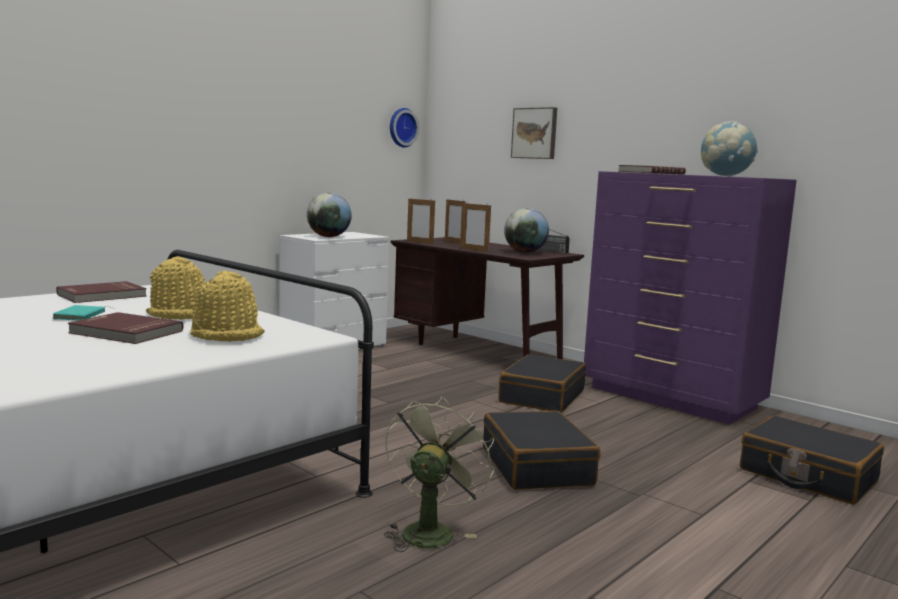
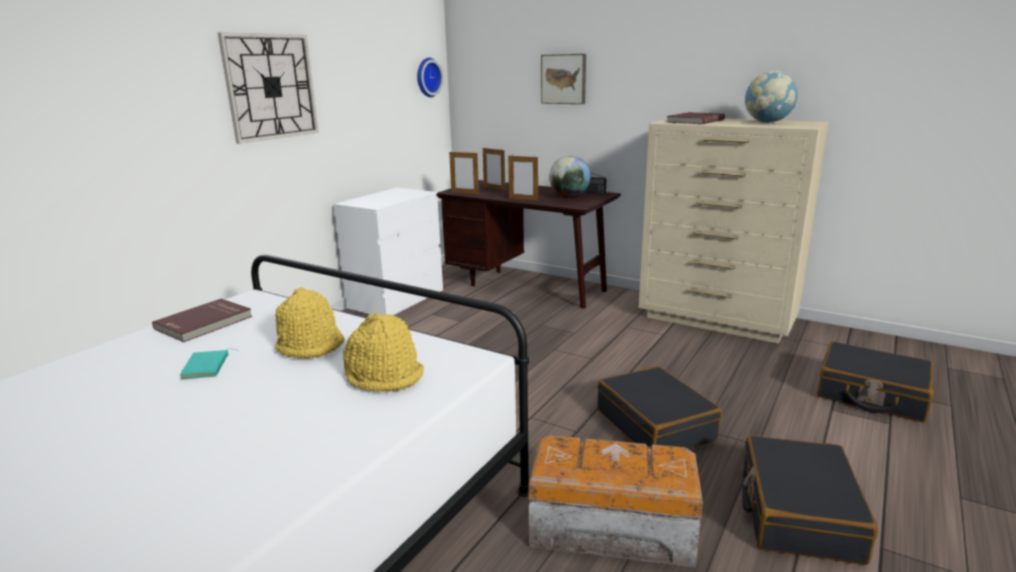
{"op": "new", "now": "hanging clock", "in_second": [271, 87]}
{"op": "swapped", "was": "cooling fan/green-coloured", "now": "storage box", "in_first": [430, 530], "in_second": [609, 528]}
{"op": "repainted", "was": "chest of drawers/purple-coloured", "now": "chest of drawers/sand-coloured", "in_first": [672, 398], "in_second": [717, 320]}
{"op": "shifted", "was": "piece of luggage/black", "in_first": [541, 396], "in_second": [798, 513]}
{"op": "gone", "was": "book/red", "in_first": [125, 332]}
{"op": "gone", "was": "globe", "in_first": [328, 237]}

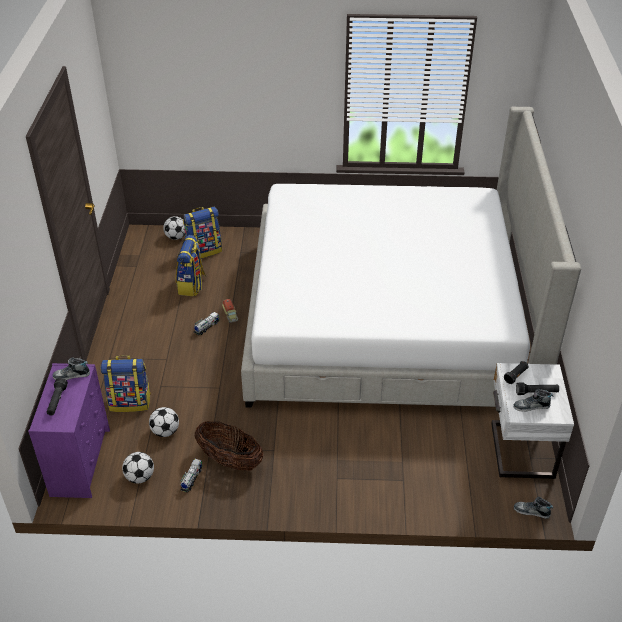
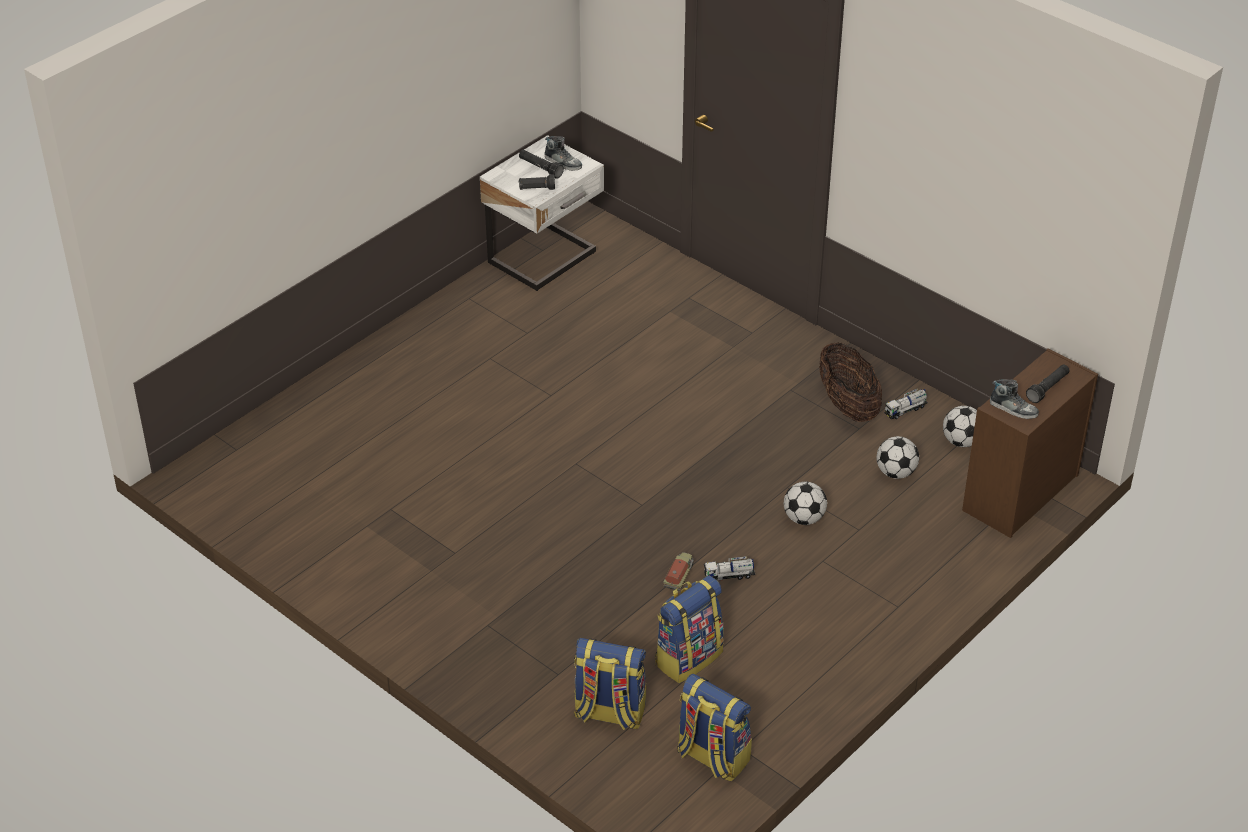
{"op": "shifted", "was": "knapsack", "in_first": [130, 402], "in_second": [712, 757]}
{"op": "shifted", "was": "football ball", "in_first": [176, 237], "in_second": [804, 518]}
{"op": "repainted", "was": "chest of drawers/purple-coloured", "now": "chest of drawers/brownish", "in_first": [80, 461], "in_second": [1019, 494]}
{"op": "gone", "was": "bedroom bed", "in_first": [388, 320]}
{"op": "gone", "was": "low shoe", "in_first": [531, 511]}

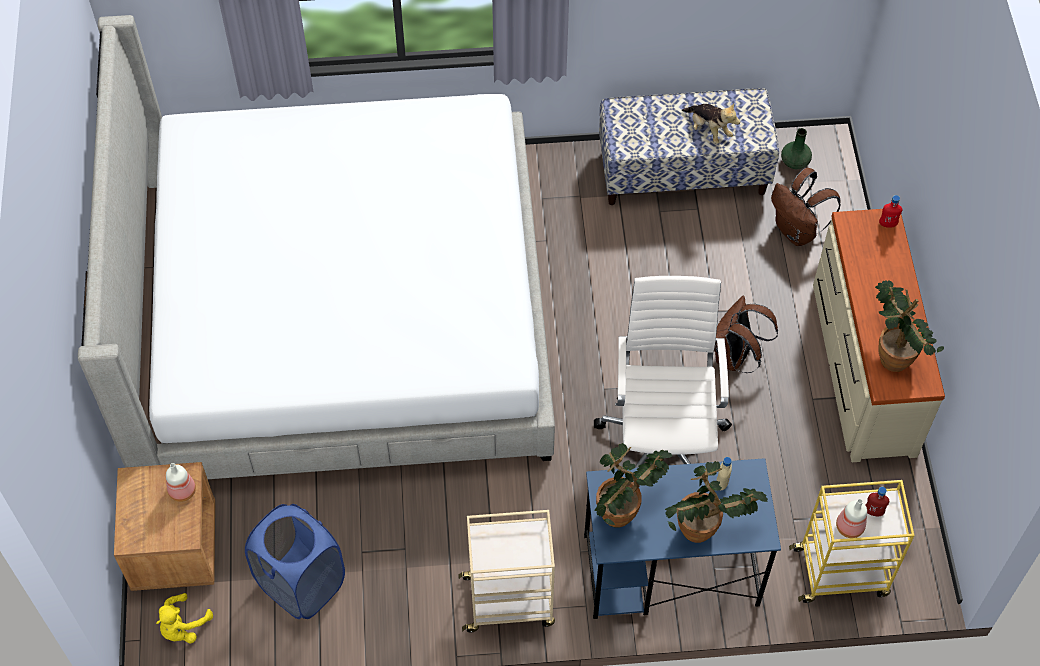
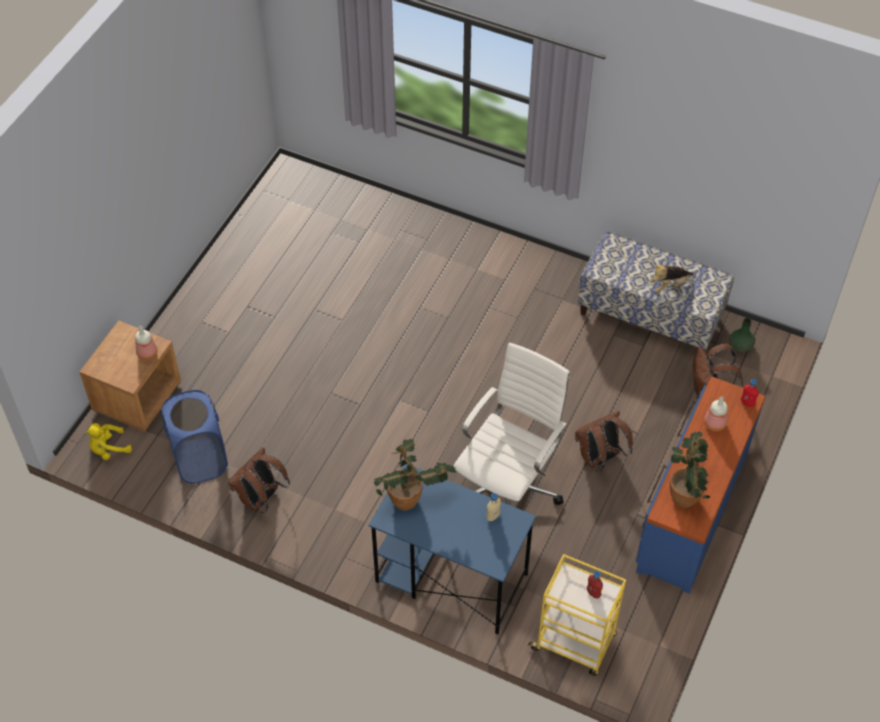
{"op": "new", "now": "knapsack/brownish", "in_second": [261, 499]}
{"op": "repainted", "was": "chest of drawers/sand-coloured", "now": "chest of drawers/blue-coloured", "in_first": [861, 366], "in_second": [690, 510]}
{"op": "rotated", "was": "cuddly toy", "in_first": [708, 130], "in_second": [669, 285], "clockwise": 75}
{"op": "shifted", "was": "drink bottle", "in_first": [848, 526], "in_second": [714, 423]}
{"op": "gone", "was": "bedroom bed", "in_first": [340, 315]}
{"op": "gone", "was": "wheeled cart/sand-coloured", "in_first": [509, 601]}
{"op": "gone", "was": "potted plant", "in_first": [705, 530]}

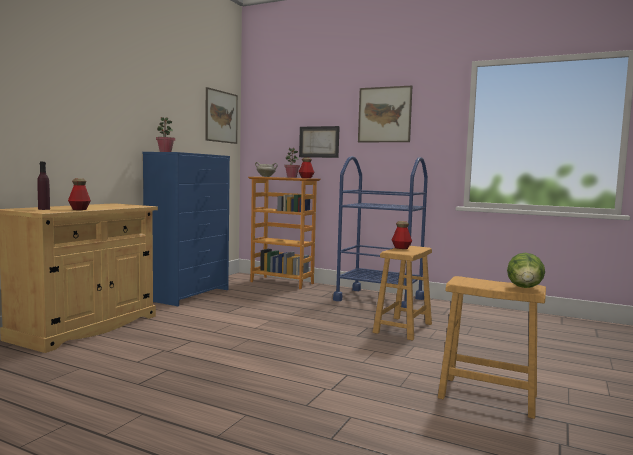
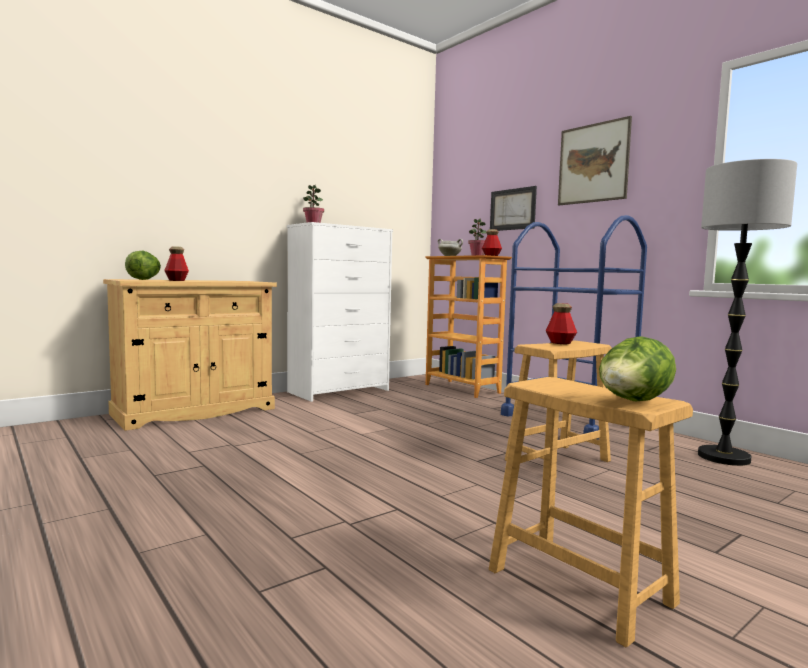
{"op": "swapped", "was": "drink bottle/purple-coloured", "now": "lettuce head", "in_first": [44, 209], "in_second": [144, 279]}
{"op": "repainted", "was": "chest of drawers/blue-coloured", "now": "chest of drawers/whitish", "in_first": [189, 294], "in_second": [339, 391]}
{"op": "new", "now": "standard lamp", "in_second": [724, 457]}
{"op": "gone", "was": "wall art", "in_first": [221, 116]}

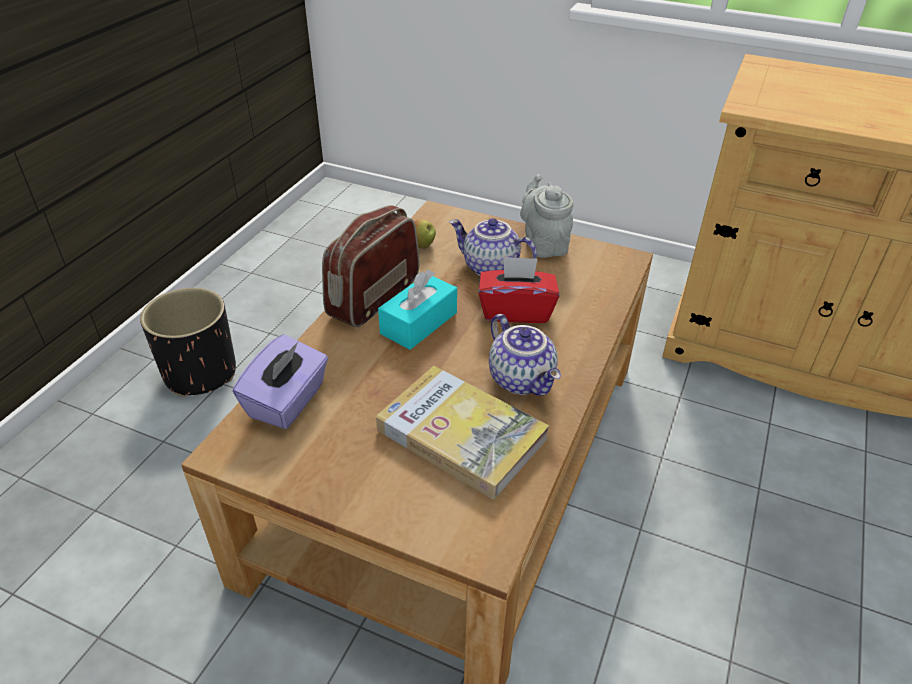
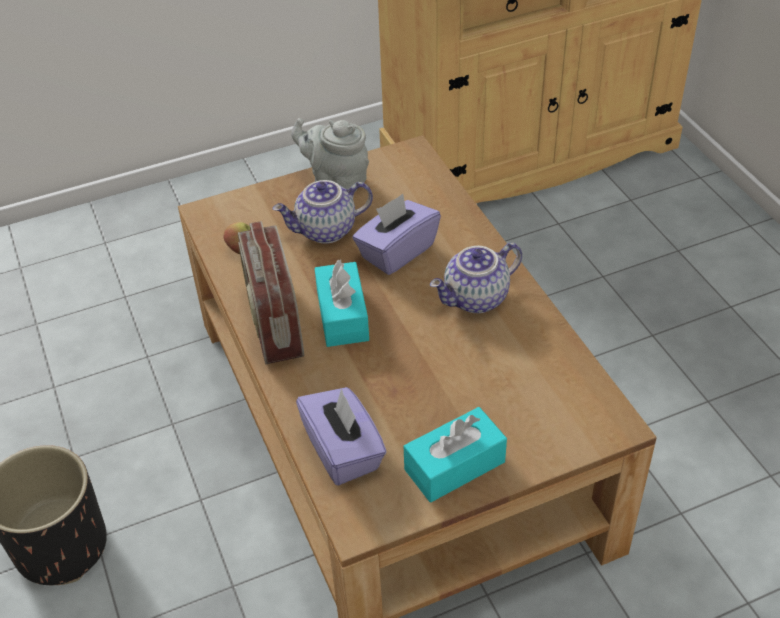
{"op": "repainted", "was": "box of tissues/red", "now": "box of tissues/purple-coloured", "in_first": [516, 311], "in_second": [397, 251]}
{"op": "new", "now": "box of tissues/turquoise-coloured", "in_second": [454, 465]}
{"op": "rotated", "was": "teapot", "in_first": [523, 379], "in_second": [476, 299], "clockwise": 135}
{"op": "gone", "was": "book", "in_first": [461, 434]}

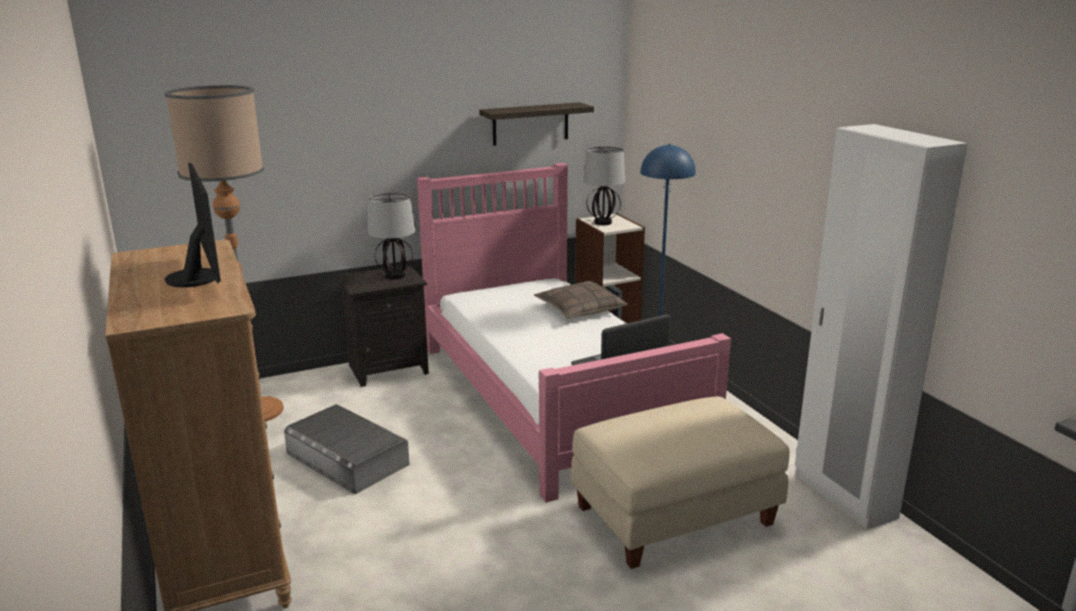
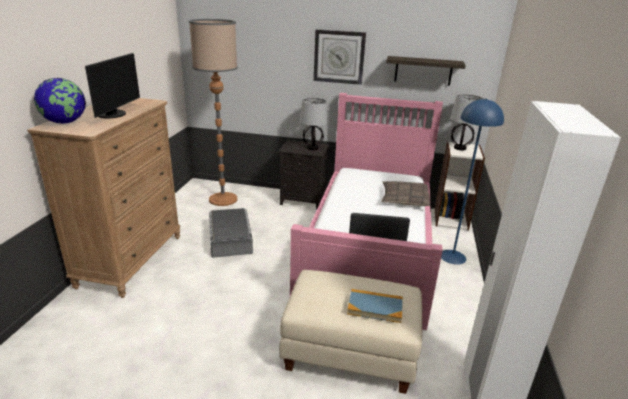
{"op": "new", "now": "globe", "in_second": [65, 122]}
{"op": "new", "now": "hanging clock", "in_second": [339, 57]}
{"op": "new", "now": "book", "in_second": [375, 307]}

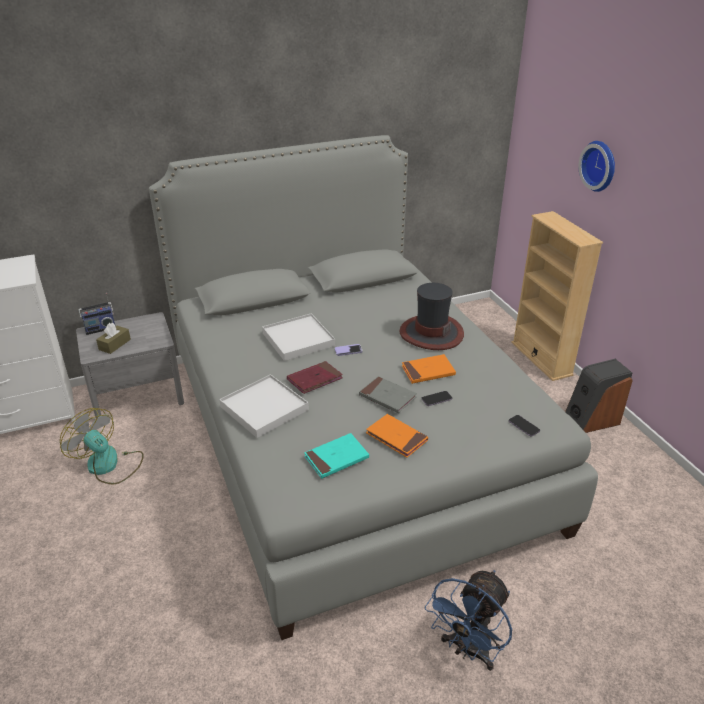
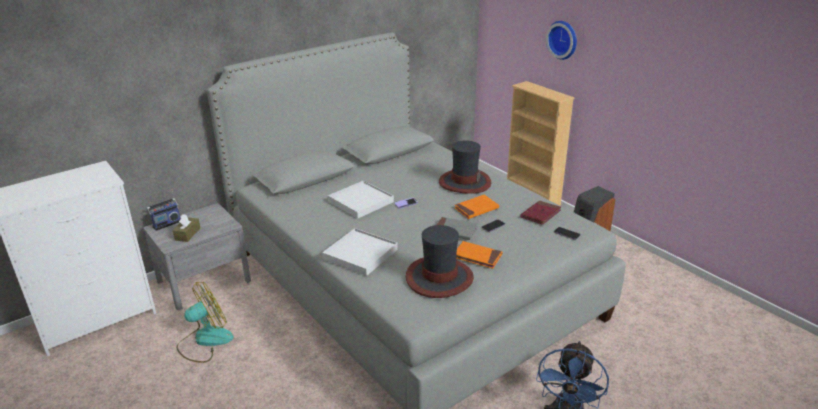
{"op": "rotated", "was": "cooling fan", "in_first": [109, 465], "in_second": [205, 341], "clockwise": 120}
{"op": "swapped", "was": "book/turquoise-coloured", "now": "wearable hat", "in_first": [336, 458], "in_second": [439, 278]}
{"op": "shifted", "was": "book/red", "in_first": [314, 379], "in_second": [540, 214]}

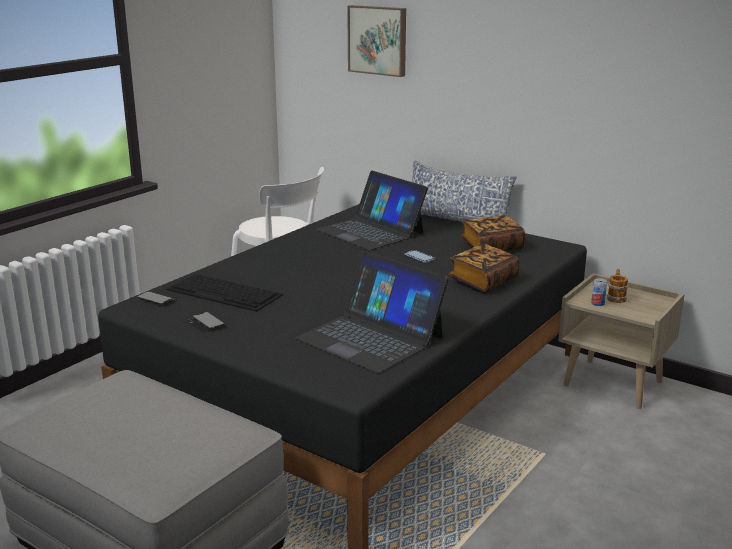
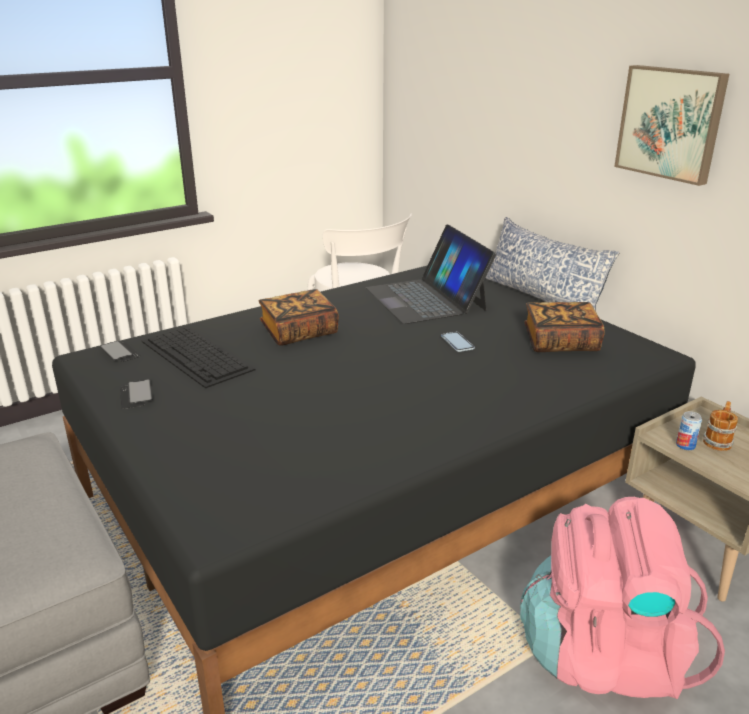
{"op": "shifted", "was": "book", "in_first": [483, 281], "in_second": [299, 332]}
{"op": "new", "now": "knapsack/pink-coloured", "in_second": [604, 655]}
{"op": "shifted", "was": "wall art", "in_first": [378, 40], "in_second": [671, 123]}
{"op": "gone", "was": "laptop", "in_first": [370, 337]}

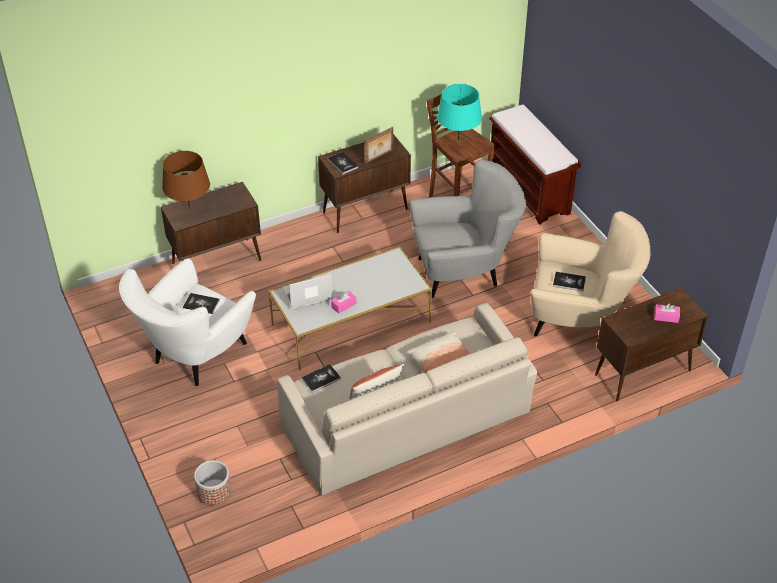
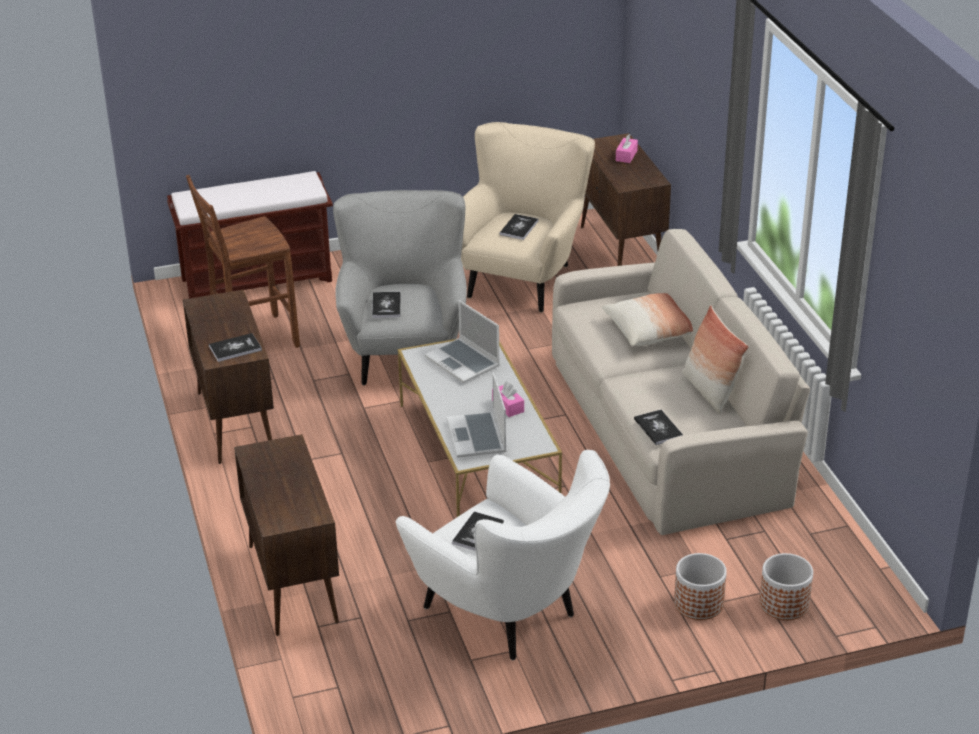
{"op": "new", "now": "book", "in_second": [386, 306]}
{"op": "new", "now": "laptop", "in_second": [464, 362]}
{"op": "new", "now": "flower pot", "in_second": [699, 604]}
{"op": "gone", "was": "table lamp/brownish", "in_first": [190, 209]}
{"op": "gone", "was": "photo frame", "in_first": [379, 157]}
{"op": "gone", "was": "table lamp/turquoise-coloured", "in_first": [458, 140]}

